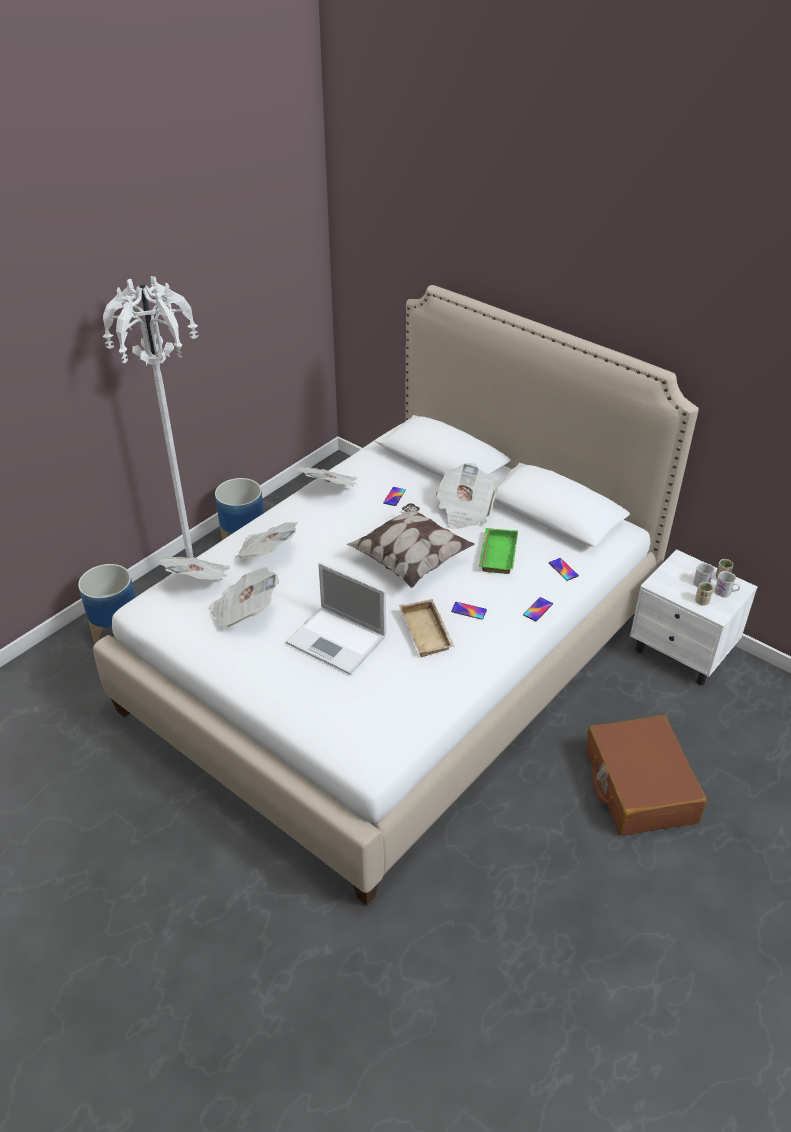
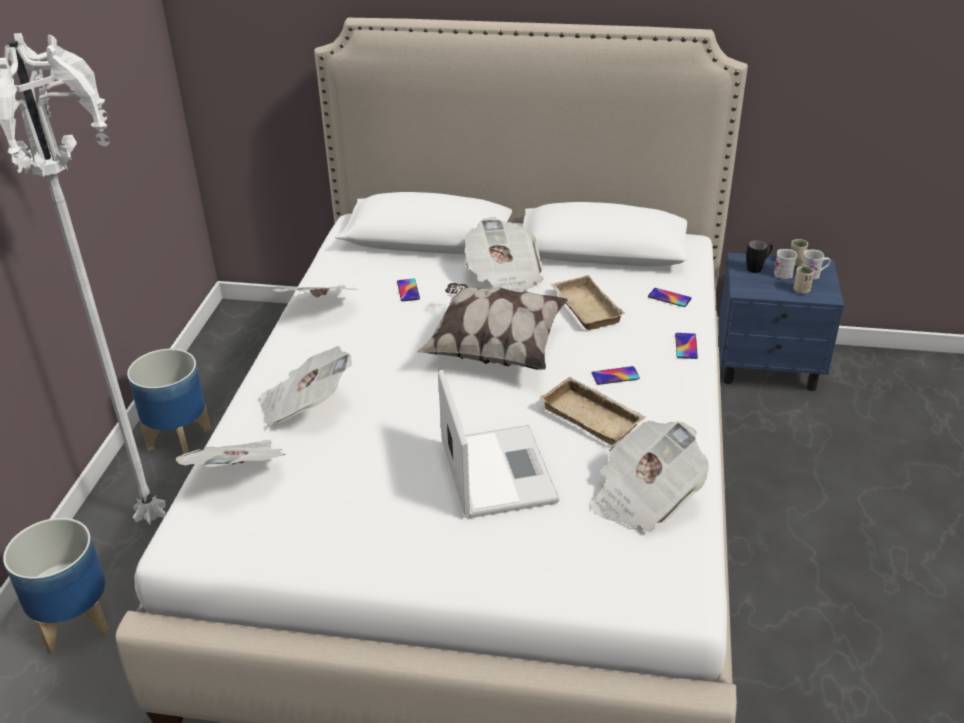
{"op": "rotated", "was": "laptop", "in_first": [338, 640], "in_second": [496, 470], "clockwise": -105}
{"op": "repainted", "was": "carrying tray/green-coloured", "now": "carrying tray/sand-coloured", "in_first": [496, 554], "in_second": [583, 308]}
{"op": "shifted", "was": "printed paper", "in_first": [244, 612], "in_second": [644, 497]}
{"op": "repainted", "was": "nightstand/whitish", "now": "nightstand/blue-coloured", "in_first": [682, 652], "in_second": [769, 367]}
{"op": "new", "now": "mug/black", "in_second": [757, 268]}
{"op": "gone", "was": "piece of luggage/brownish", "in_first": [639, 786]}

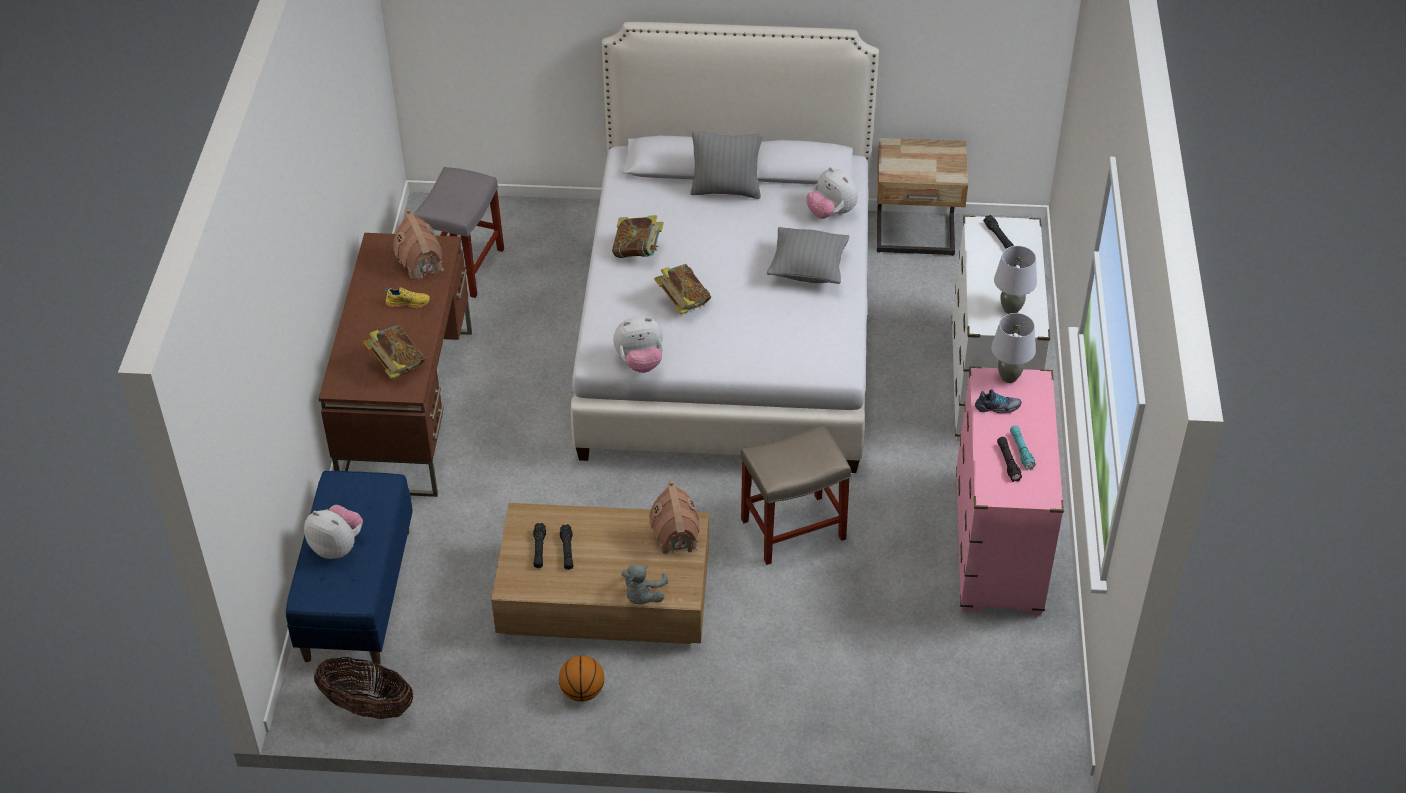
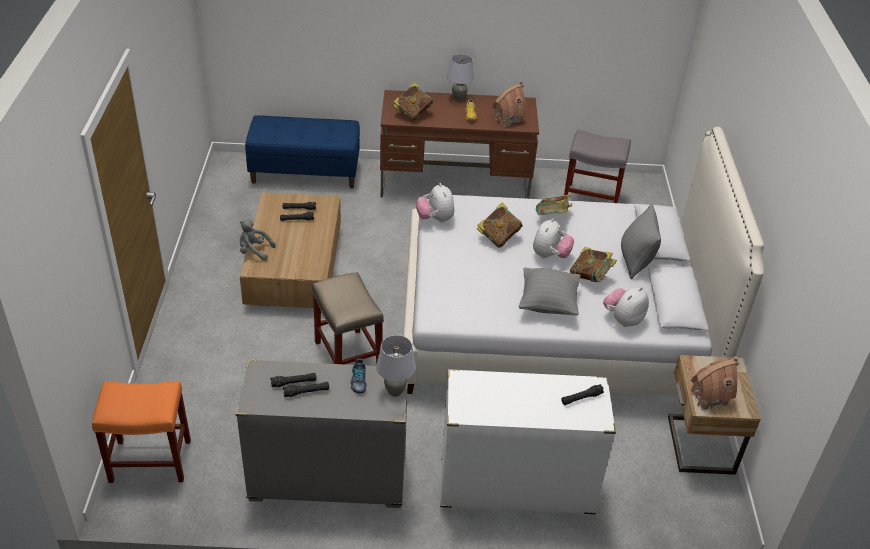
{"op": "new", "now": "stool/orange", "in_second": [149, 461]}
{"op": "repainted", "was": "chest of drawers/pink-coloured", "now": "chest of drawers/gray", "in_first": [998, 543], "in_second": [327, 479]}
{"op": "repainted", "was": "torch/turquoise-coloured", "now": "torch/black", "in_first": [1021, 451], "in_second": [306, 392]}
{"op": "shifted", "was": "table lamp/gray", "in_first": [1011, 309], "in_second": [459, 98]}
{"op": "shifted", "was": "cuddly toy", "in_first": [337, 547], "in_second": [550, 255]}
{"op": "new", "now": "book", "in_second": [590, 277]}
{"op": "shifted", "was": "model house", "in_first": [676, 538], "in_second": [709, 396]}
{"op": "gone", "was": "storage basket", "in_first": [367, 706]}
{"op": "gone", "was": "basketball", "in_first": [582, 692]}

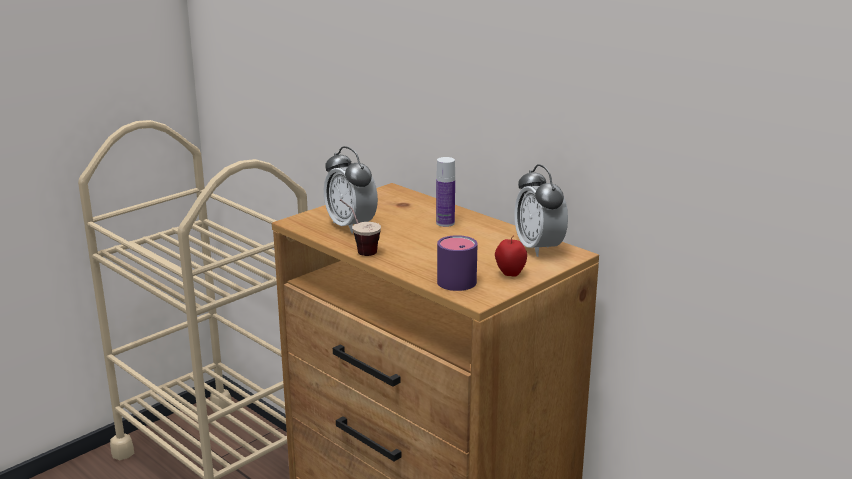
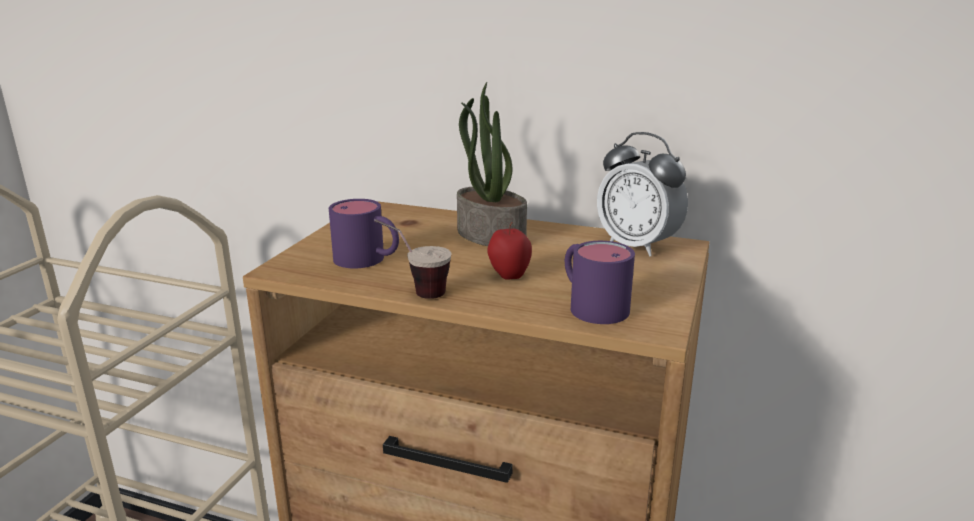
{"op": "swapped", "was": "alarm clock", "now": "mug/purple-coloured", "in_first": [351, 226], "in_second": [368, 260]}
{"op": "swapped", "was": "drink bottle", "now": "potted plant", "in_first": [445, 223], "in_second": [489, 236]}
{"op": "shifted", "was": "whole apple", "in_first": [510, 274], "in_second": [509, 277]}

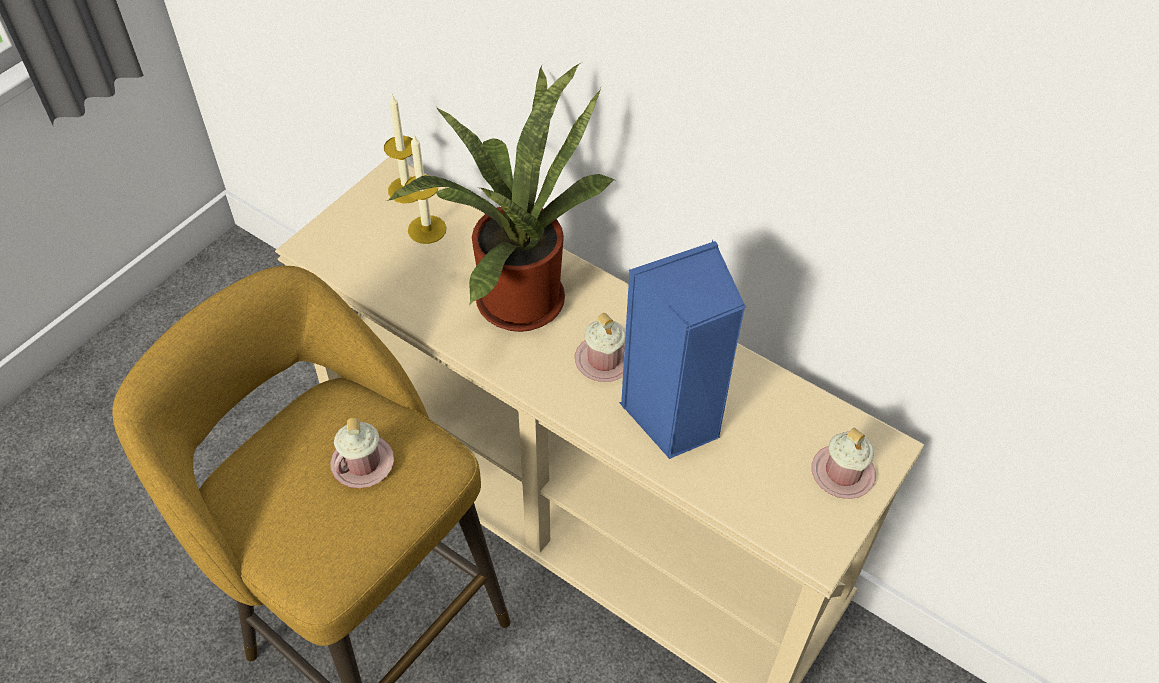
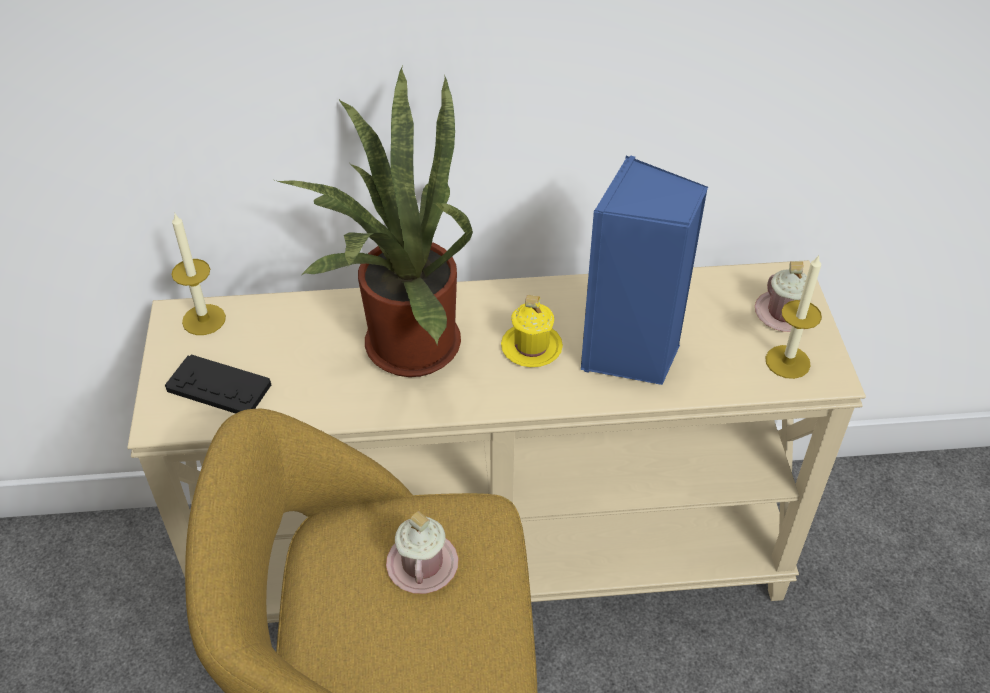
{"op": "new", "now": "joypad/black", "in_second": [219, 387]}
{"op": "repainted", "was": "mug/pink-coloured", "now": "mug/yellow-coloured", "in_first": [604, 360], "in_second": [531, 347]}
{"op": "shifted", "was": "candle", "in_first": [427, 229], "in_second": [787, 362]}

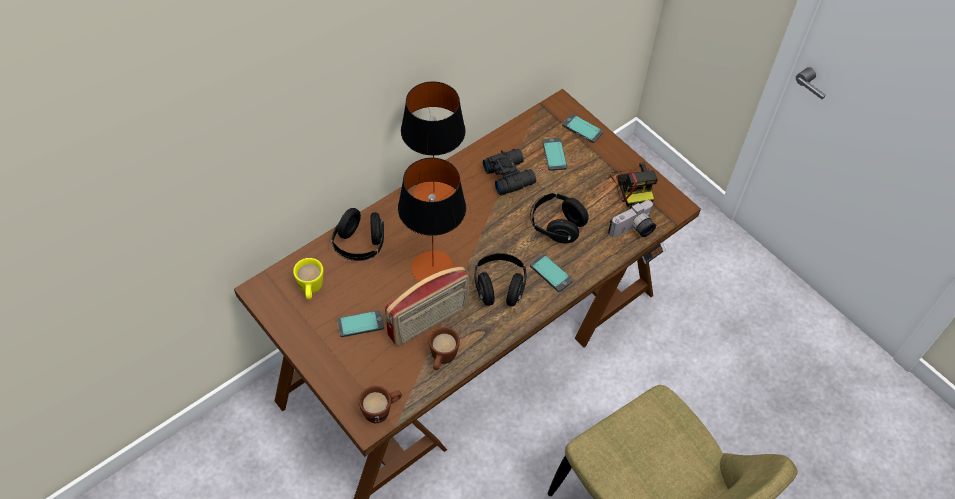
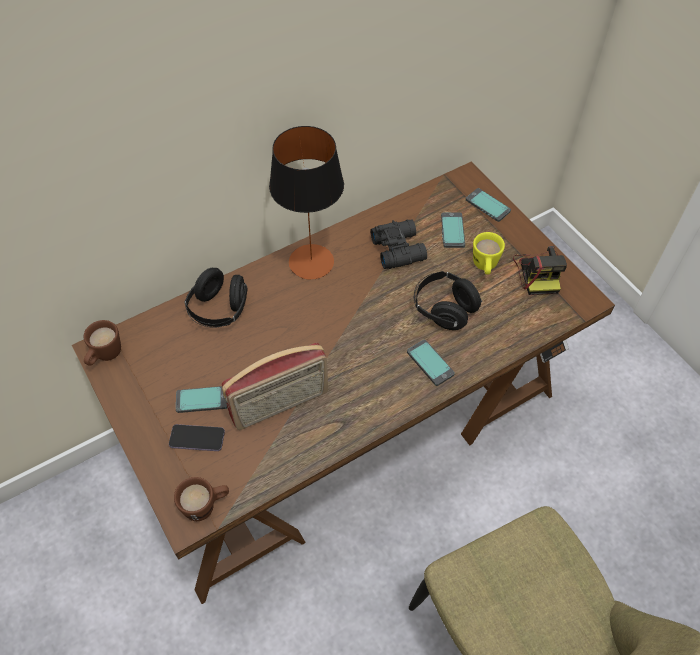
{"op": "shifted", "was": "mug/brownish", "in_first": [442, 359], "in_second": [105, 356]}
{"op": "new", "now": "phone", "in_second": [197, 438]}
{"op": "shifted", "was": "mug/yellow-coloured", "in_first": [311, 290], "in_second": [485, 267]}
{"op": "gone", "was": "table lamp", "in_first": [433, 268]}
{"op": "gone", "was": "pair of headphones/black", "in_first": [499, 287]}
{"op": "gone", "was": "photo camera", "in_first": [633, 230]}

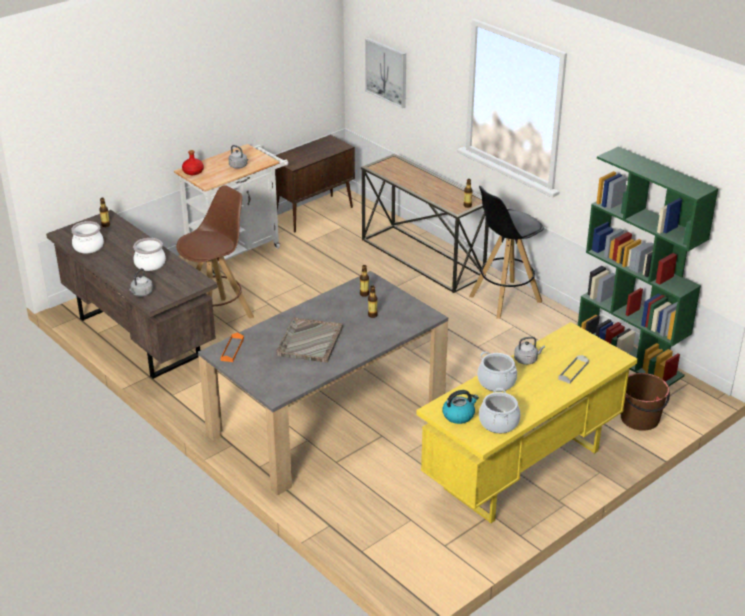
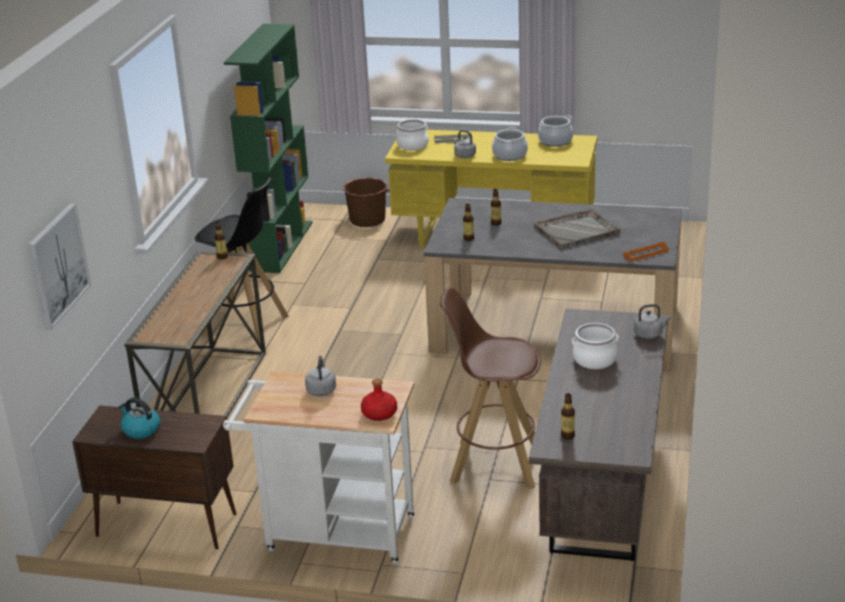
{"op": "shifted", "was": "tea kettle", "in_first": [459, 415], "in_second": [141, 430]}
{"op": "shifted", "was": "stockpot", "in_first": [89, 247], "in_second": [412, 145]}

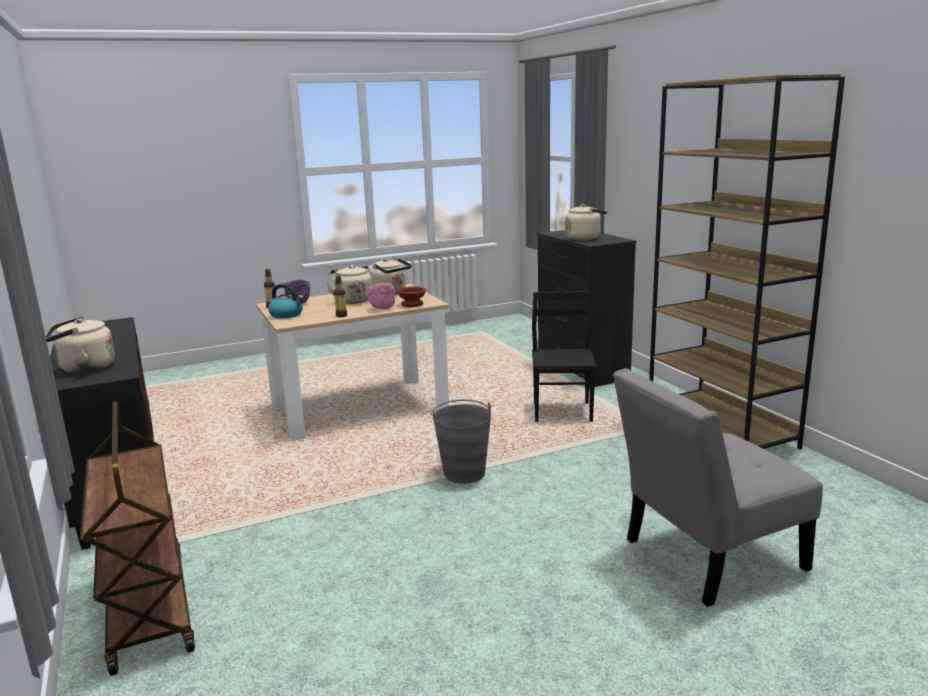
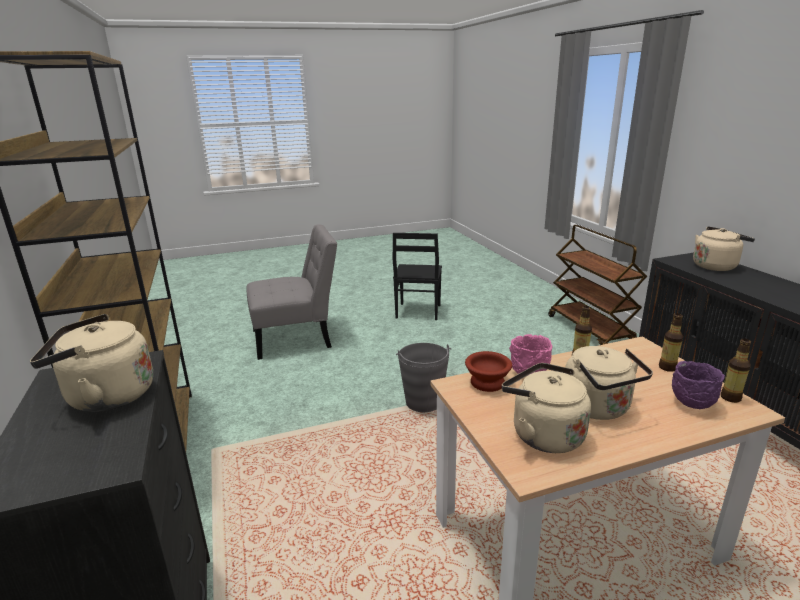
{"op": "shifted", "was": "plain chair/black", "in_first": [563, 412], "in_second": [417, 312]}
{"op": "swapped", "was": "tea kettle", "now": "drink bottle", "in_first": [287, 315], "in_second": [667, 367]}

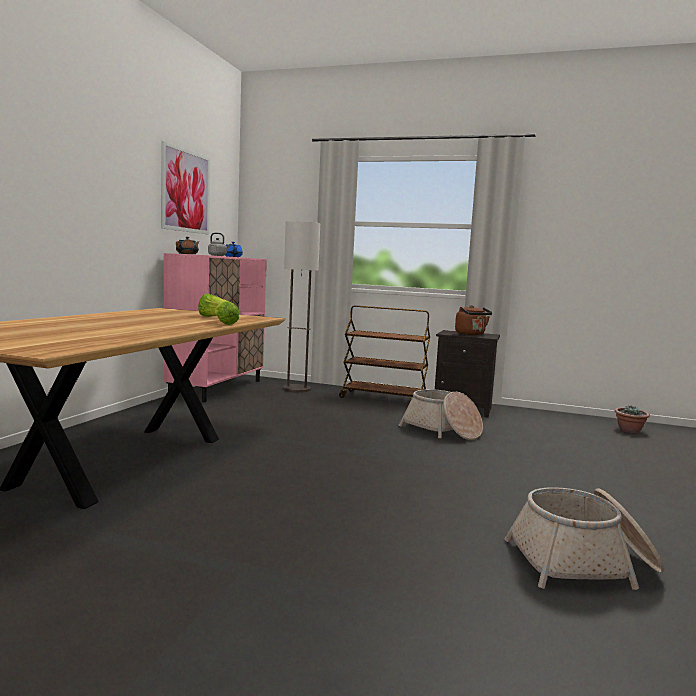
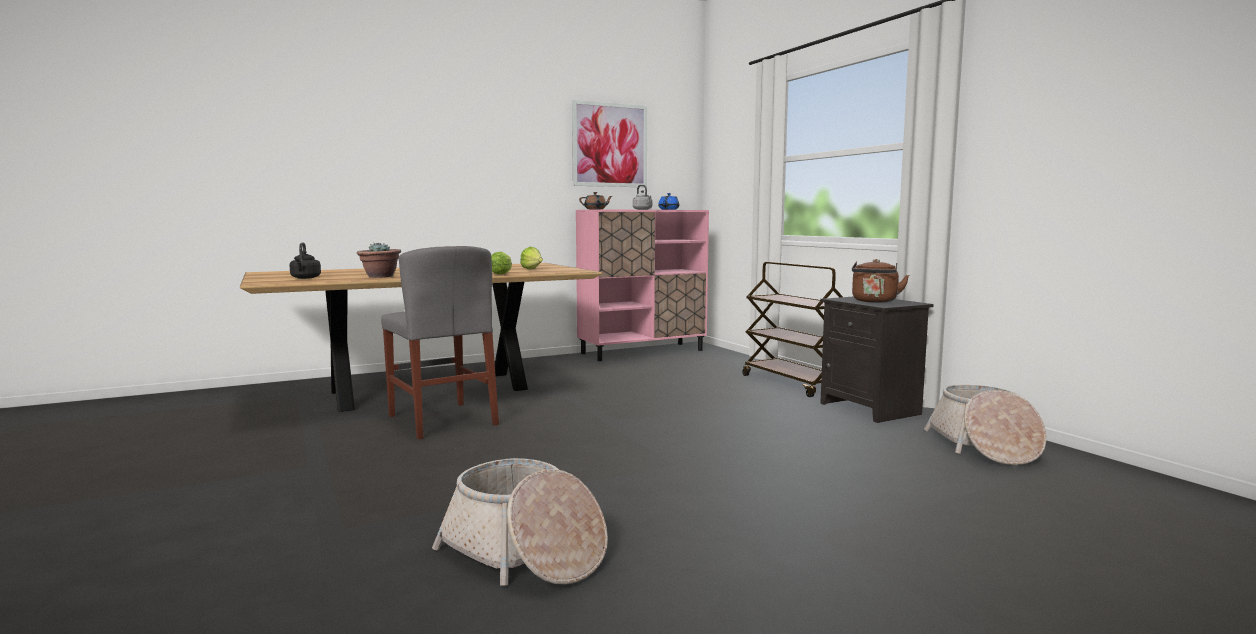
{"op": "new", "now": "tea kettle/black", "in_second": [305, 278]}
{"op": "shifted", "was": "potted plant", "in_first": [629, 431], "in_second": [380, 276]}
{"op": "new", "now": "plain chair/gray", "in_second": [442, 420]}
{"op": "shifted", "was": "storage basket", "in_first": [442, 430], "in_second": [984, 446]}
{"op": "gone", "was": "standard lamp", "in_first": [296, 389]}

